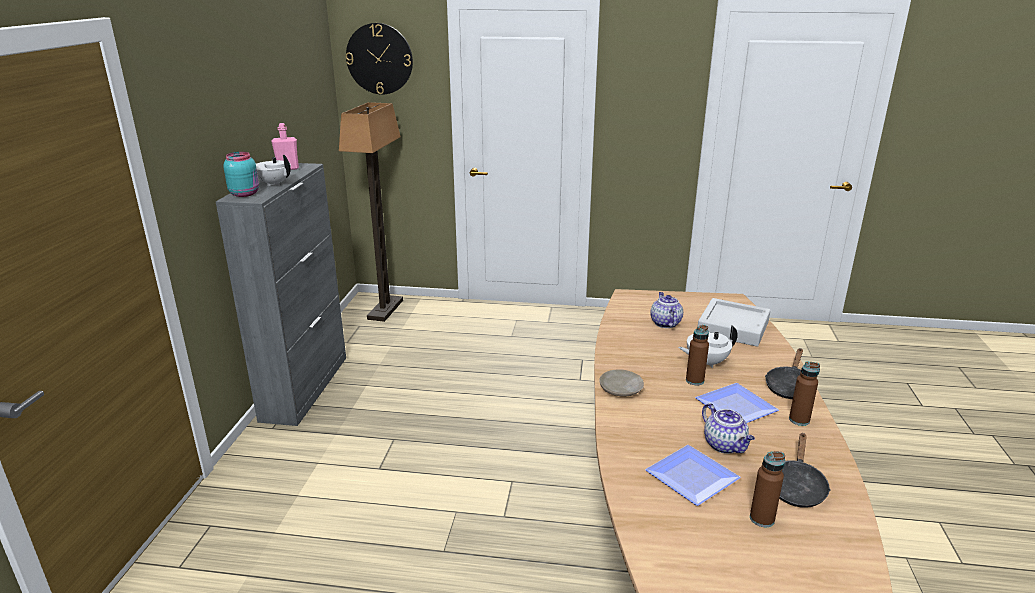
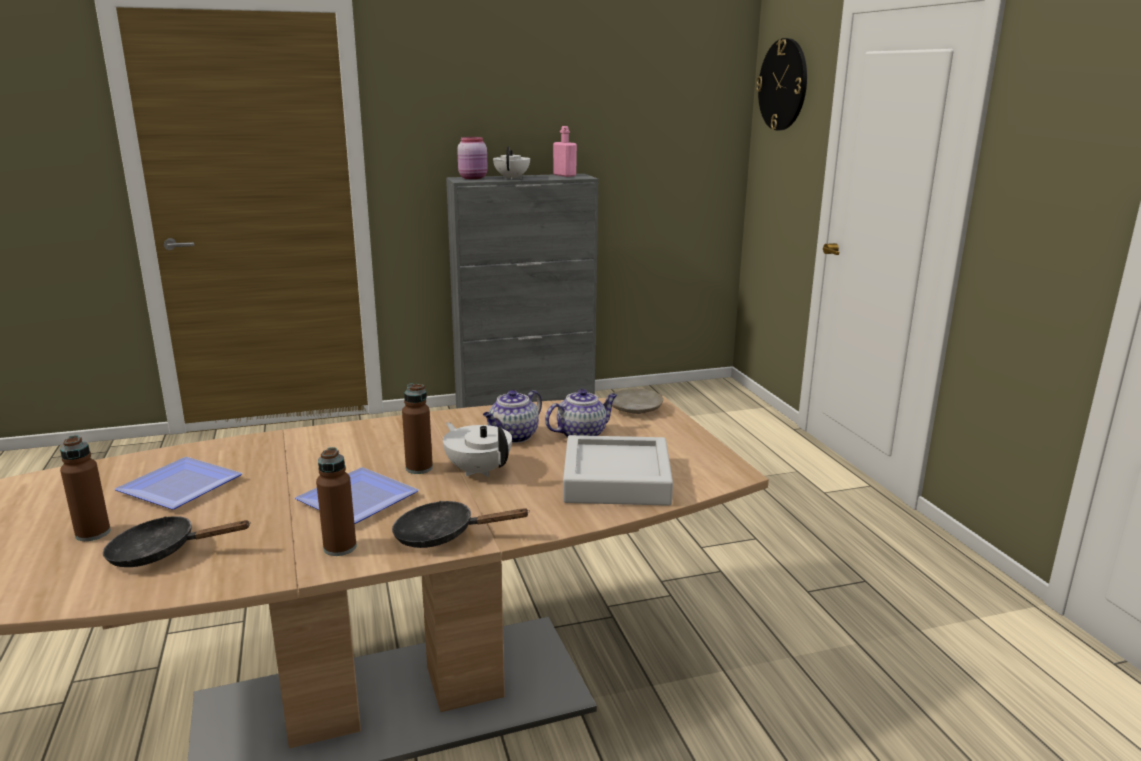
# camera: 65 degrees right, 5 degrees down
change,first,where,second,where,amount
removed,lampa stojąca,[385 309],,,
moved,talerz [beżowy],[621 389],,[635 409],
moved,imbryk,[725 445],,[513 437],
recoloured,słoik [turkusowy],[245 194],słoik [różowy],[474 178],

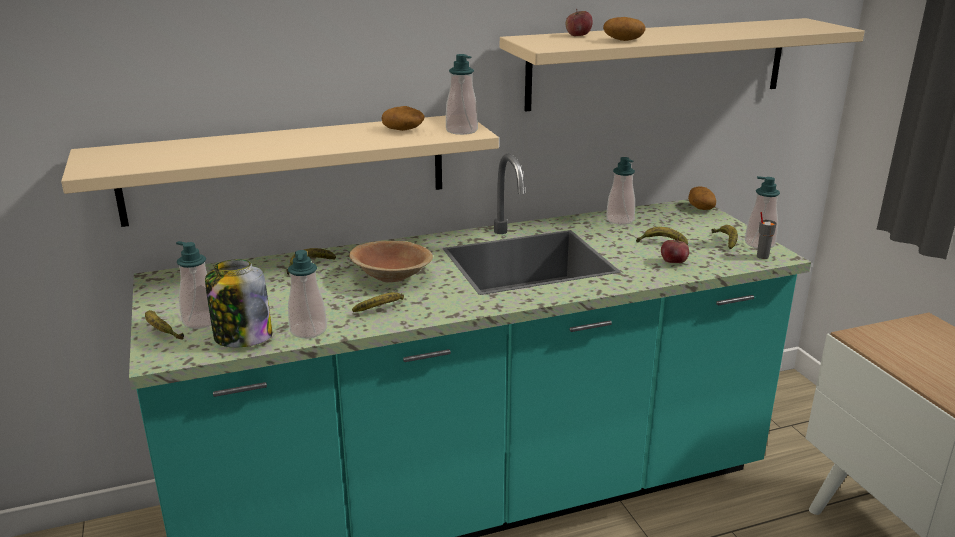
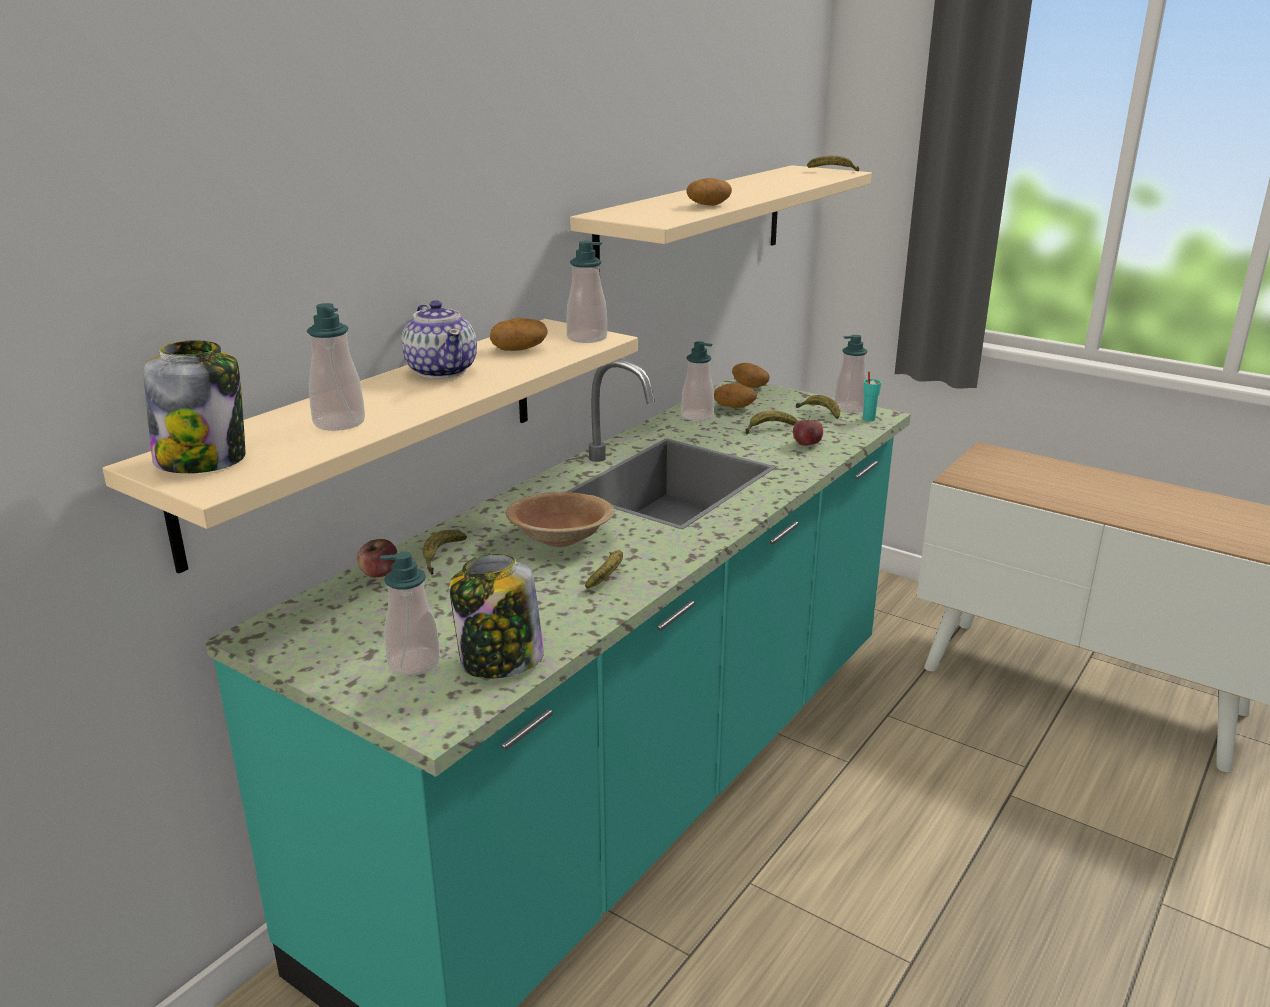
# camera: 35 degrees left, 0 degrees up
change,first,where,second,where,amount
added,,,słoik,[203 460],
added,,,imbryk,[442 370],
added,,,ziemniak,[735 406],
moved,banan,[161 331],,[833 171],
moved,dozownik mydła,[308 330],,[339 423],
moved,jabłko,[578 35],,[379 574],
recoloured,filiżanka [szary],[762 256],filiżanka [turkusowy],[868 419],

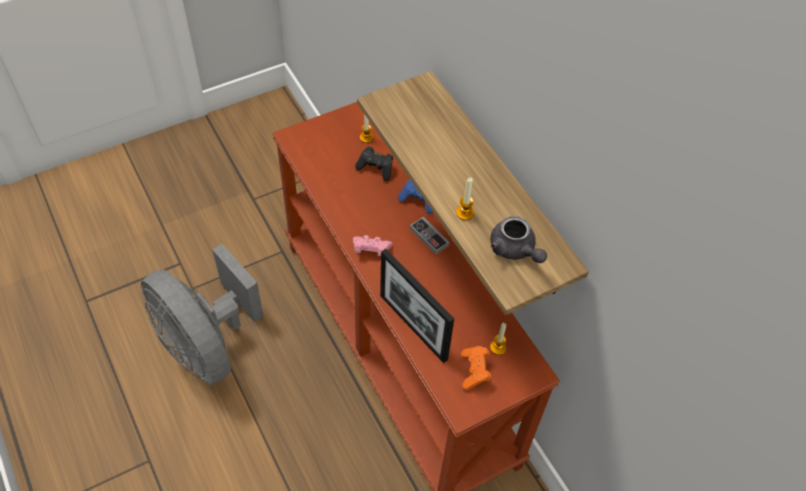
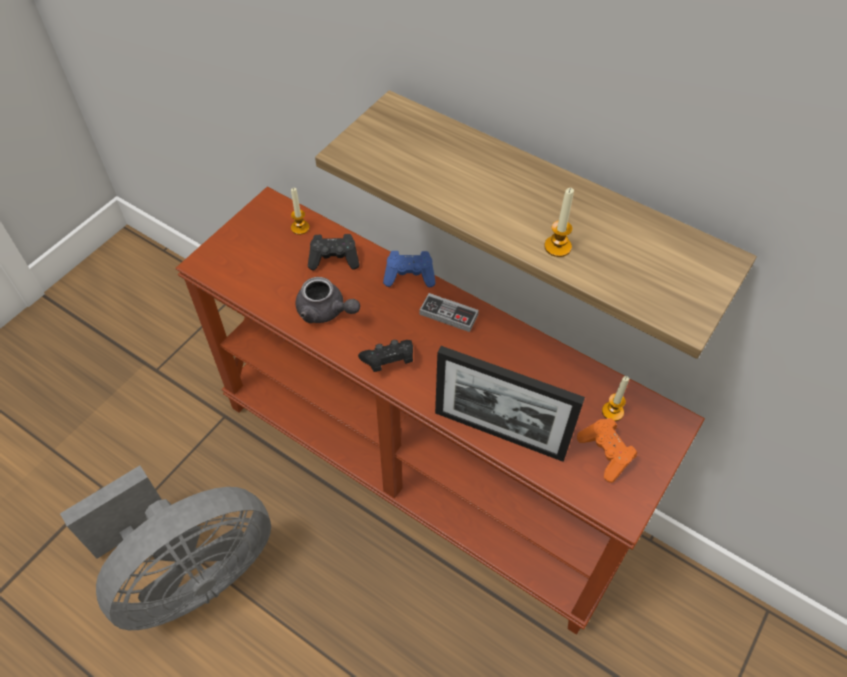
# camera: 25 degrees left, 0 degrees up
change,first,where,second,where,amount
moved,imbryk [szary],[515 250],,[326 311],
recoloured,pad do gier [różowy],[370 250],pad do gier [czarny],[388 361],
turned,wentylator [szary],[207 345],,[190 574],60 degrees counterclockwise

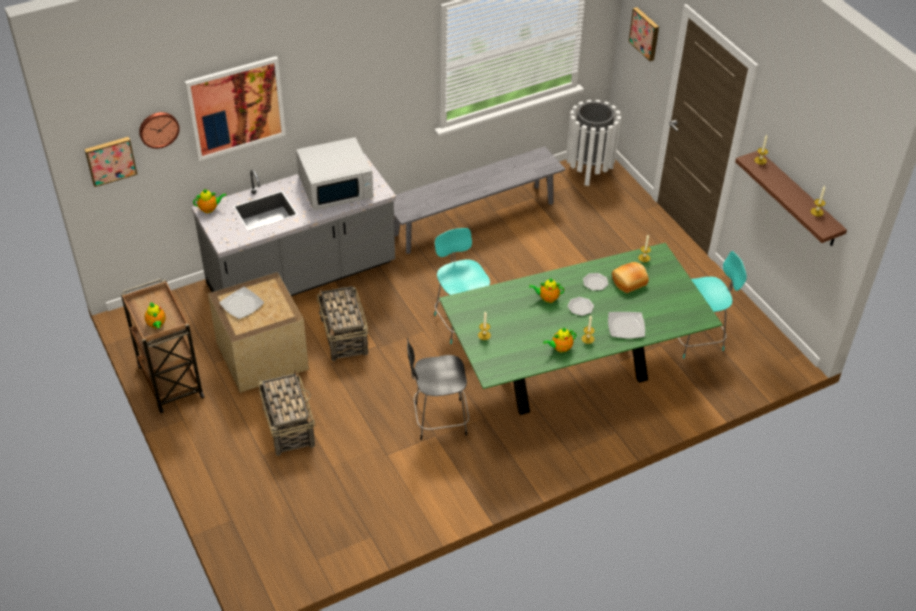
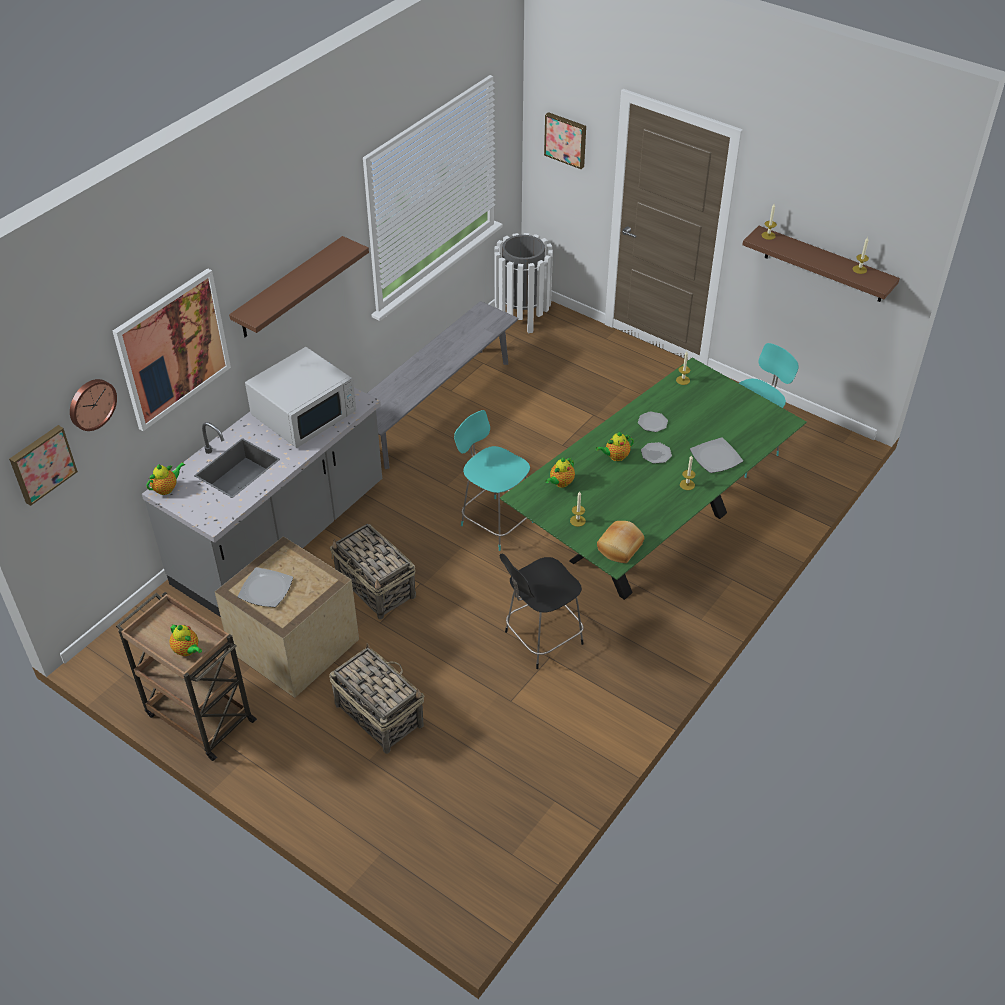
# camera: 25 degrees left, 0 degrees up
change,first,where,second,where,amount
added,,,półka [brązowy],[289 288],
moved,imbryk,[560 348],,[560 483],
moved,chleb,[629 282],,[620 548],

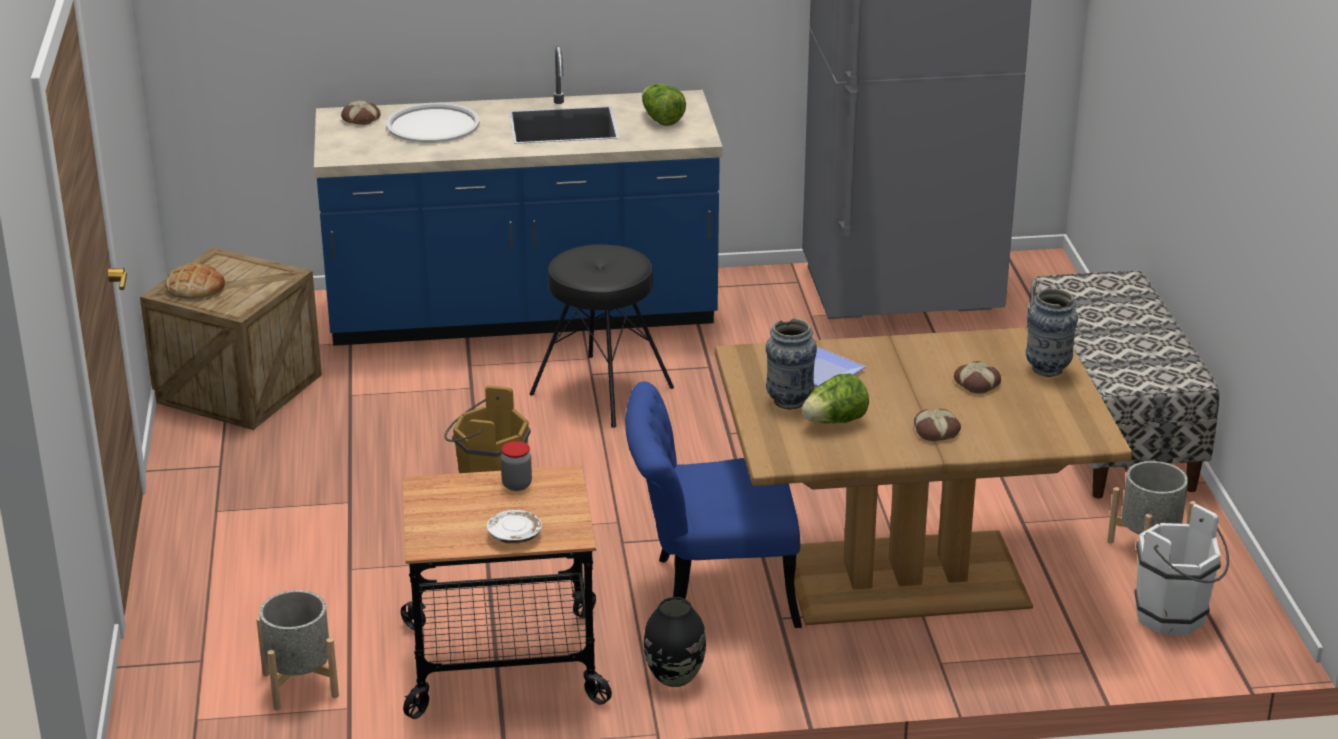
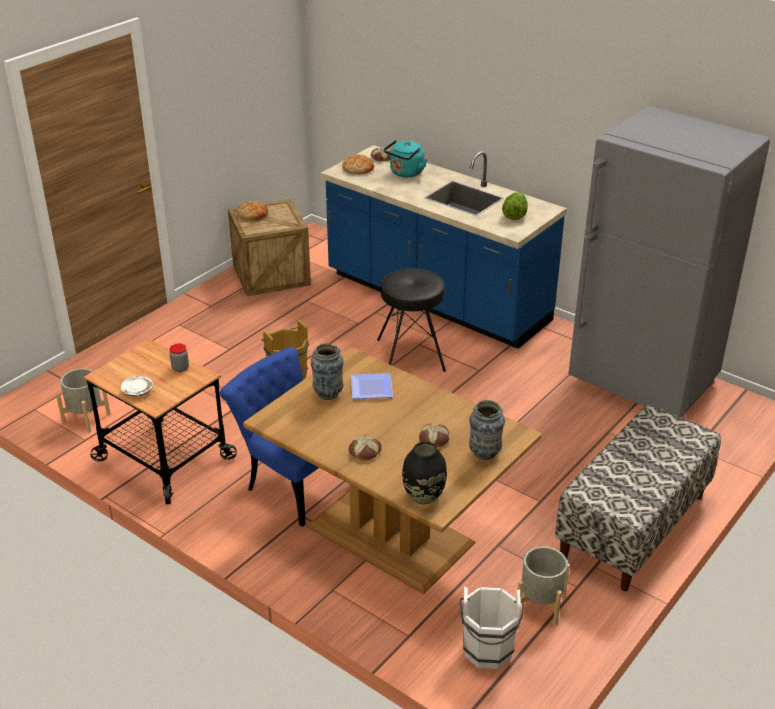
# camera: 45 degrees right, 5 degrees up
change,first,where,second,where,amount
removed,sałata,[835 421],,,
added,,,chleb,[358 168],
moved,wazon [czarny],[674 677],,[423 496],
replaced,taca [biały],[433 125],czajnik [turkusowy],[405 173],

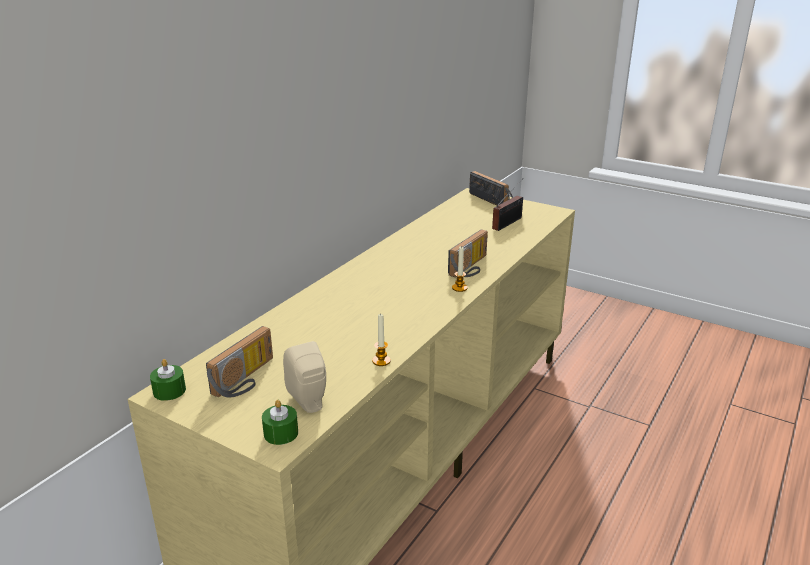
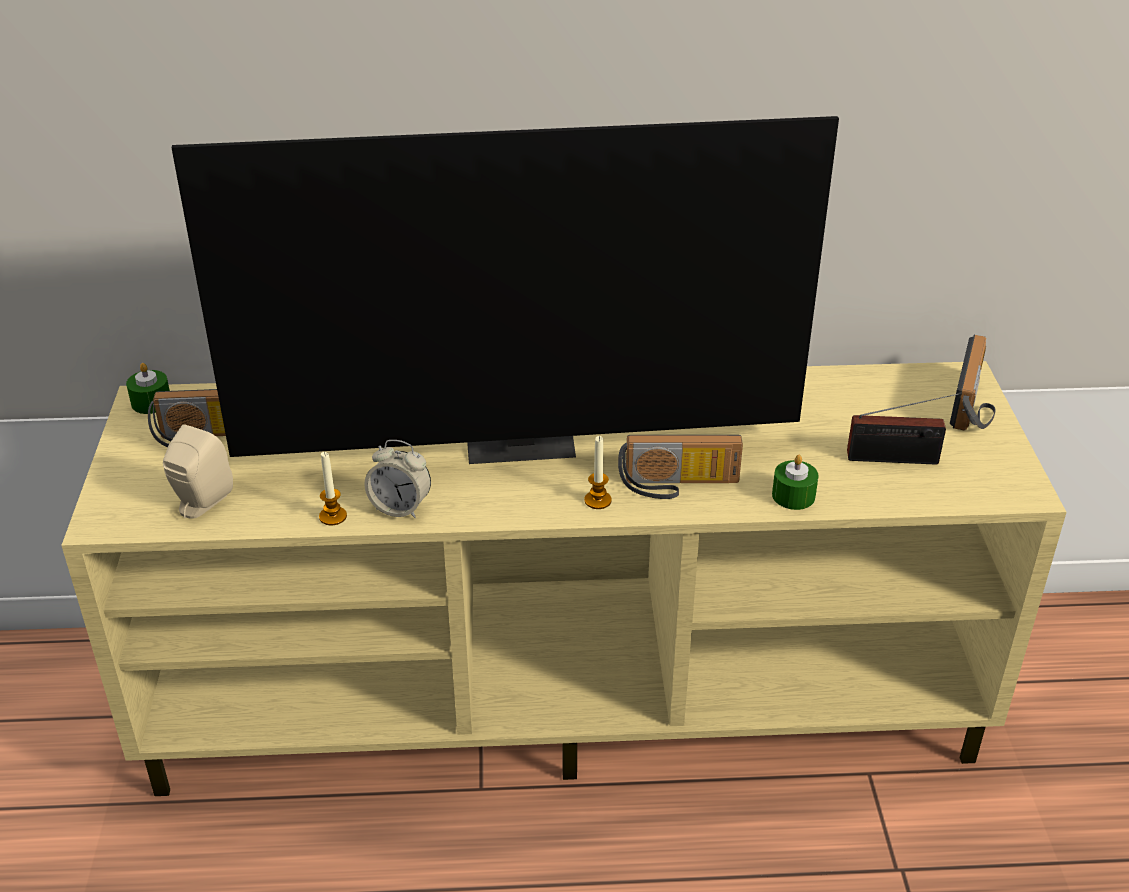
# camera: 55 degrees right, 10 degrees up
change,first,where,second,where,amount
added,,,telewizor,[521 438],
added,,,budzik,[400 507],
moved,świeca [zielony],[281 433],,[793 495],

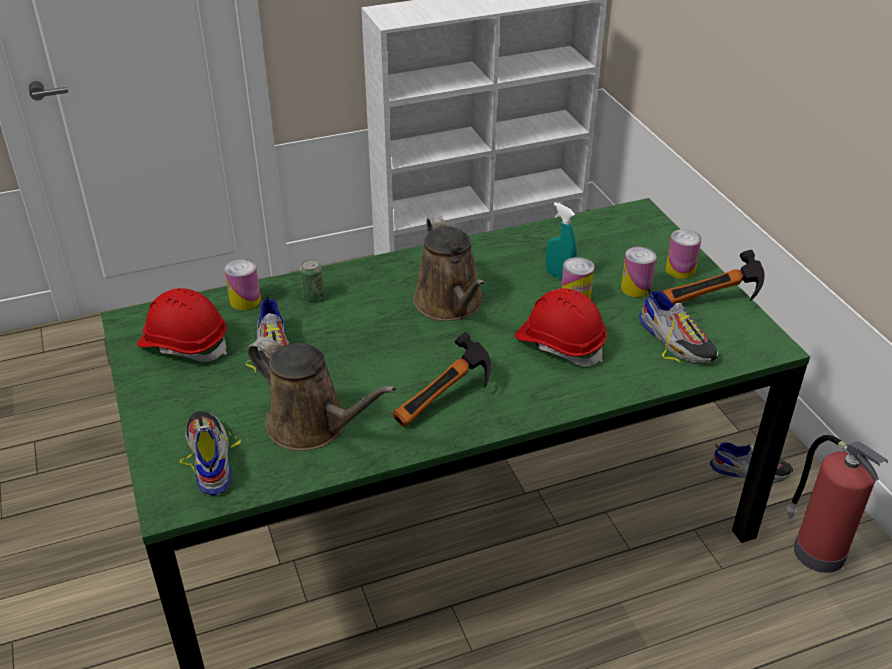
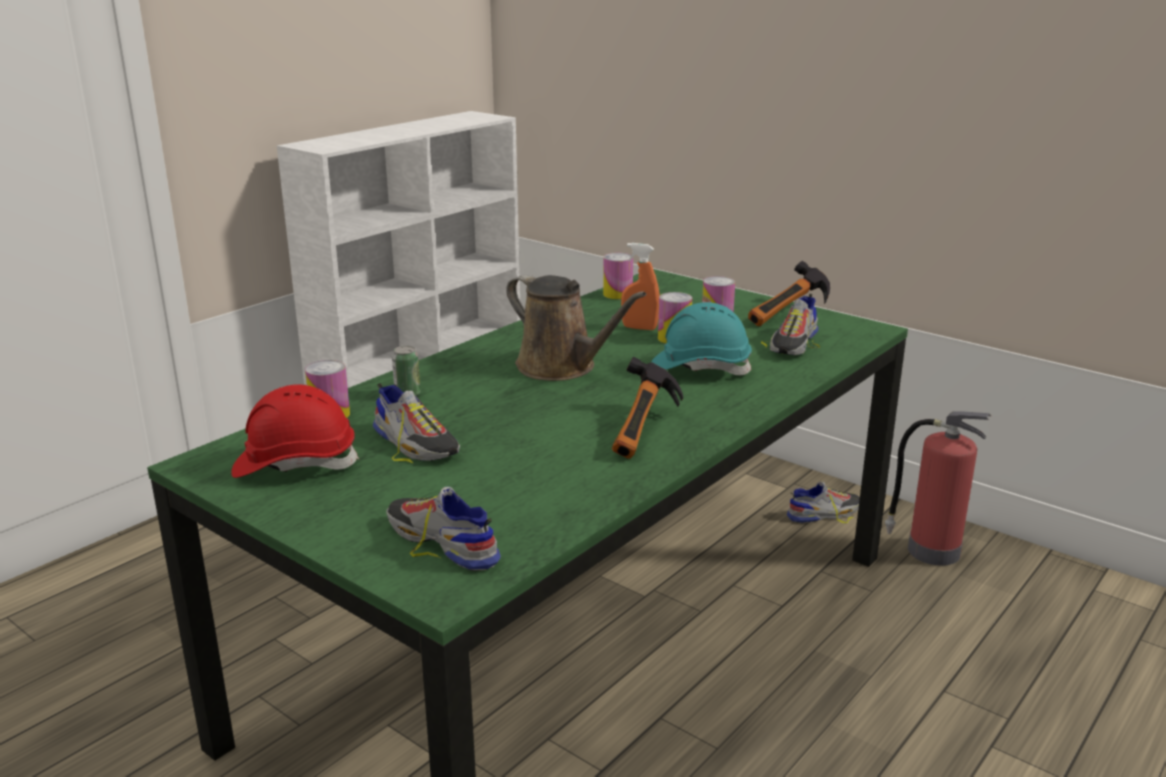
# camera: 30 degrees left, 15 degrees down
change,first,where,second,where,amount
removed,konewka [brązowy],[313 426],,,
moved,puszka,[680 270],,[617 294],
recoloured,kask [czerwony],[560 344],kask [turkusowy],[699 368],
recoloured,spryskiwacz [turkusowy],[559 276],spryskiwacz [pomarańczowy],[639 328],
turned,but,[676 340],,[794 343],90 degrees clockwise

